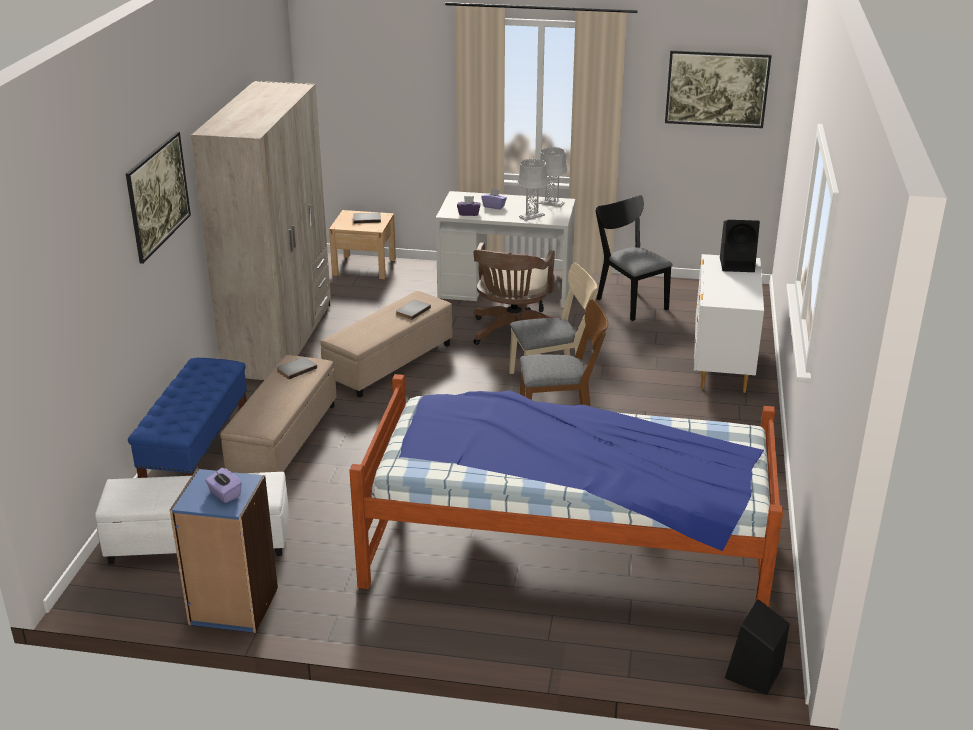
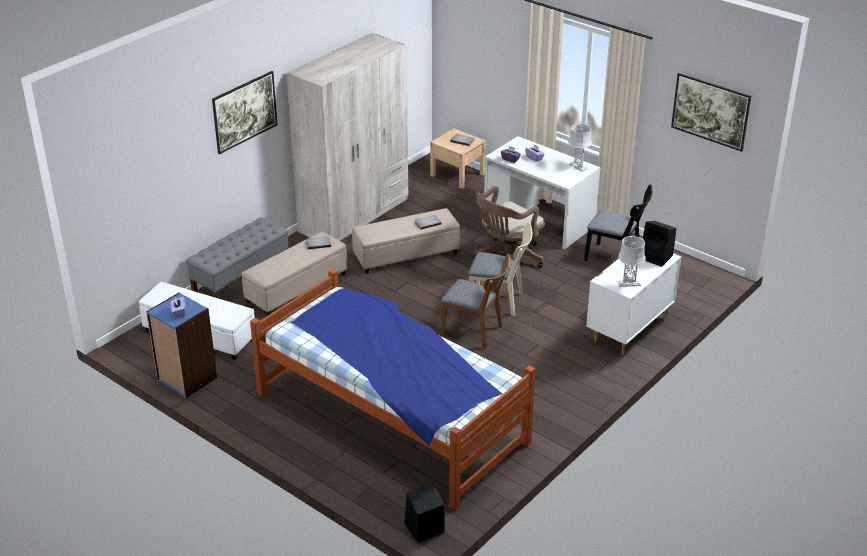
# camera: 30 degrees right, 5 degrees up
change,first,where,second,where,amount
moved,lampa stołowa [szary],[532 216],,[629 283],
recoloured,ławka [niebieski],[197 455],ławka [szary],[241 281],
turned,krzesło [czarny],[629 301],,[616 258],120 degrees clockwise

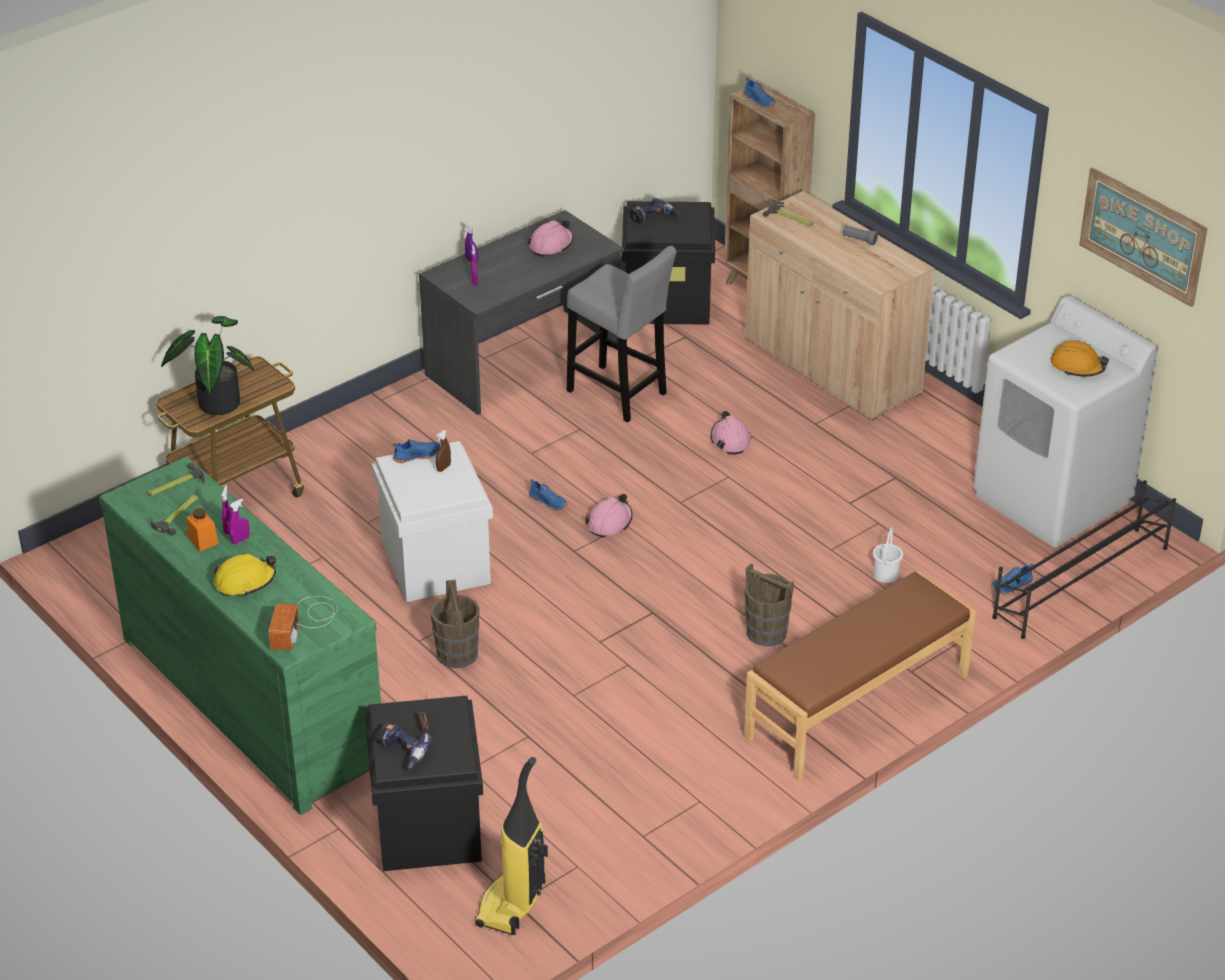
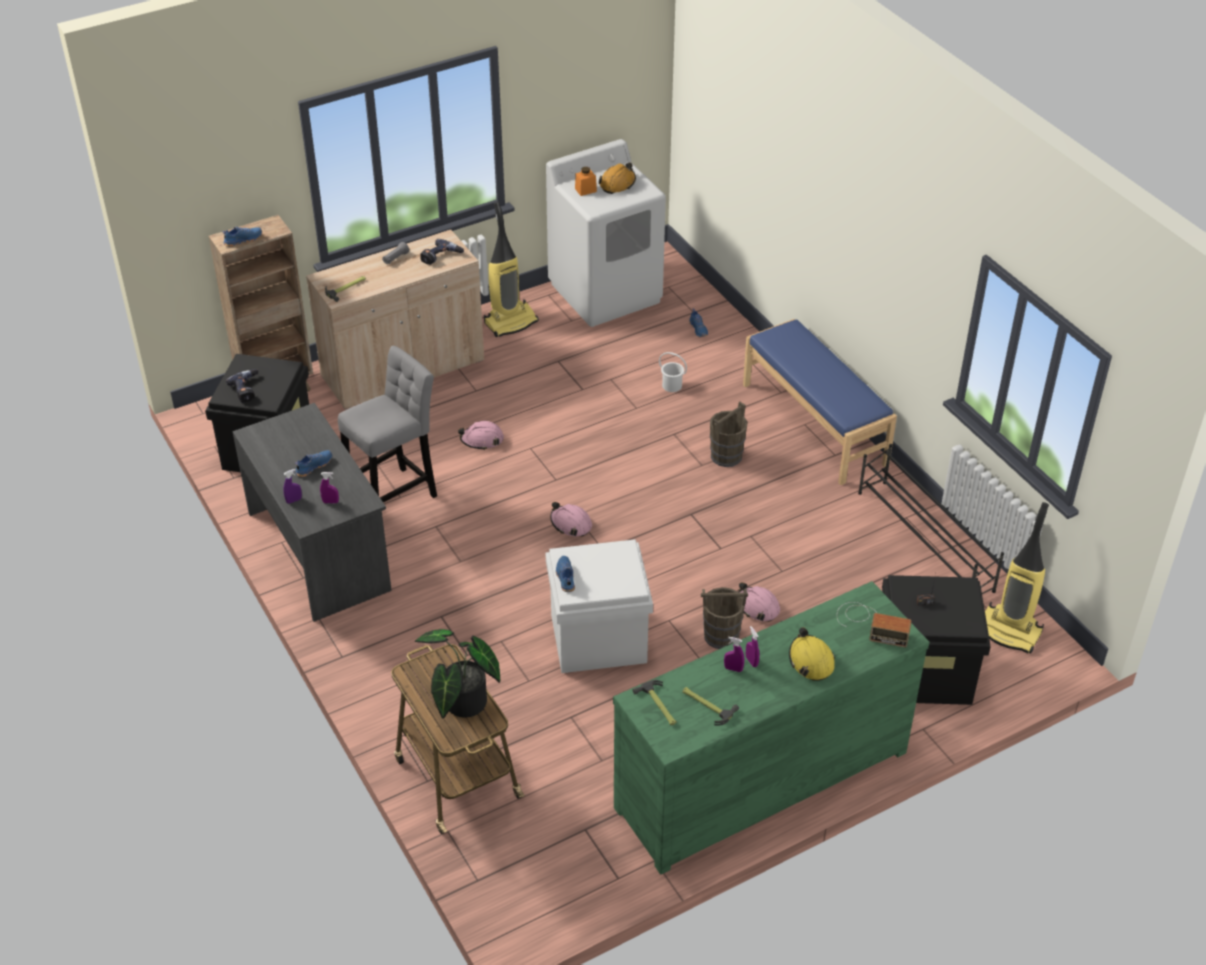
# camera: 80 degrees left, 5 degrees up
change,first,where,second,where,amount
removed,spryskiwacz [brązowy],[443 468],,,
removed,obraz,[1142 236],,,
added,,,odkurzacz,[511 322],
moved,słoik [pomarańczowy],[203 540],,[585 190],
moved,wiertarka,[401 752],,[441 257],
moved,kask [różowy],[551 245],,[757 607],
moved,but [niebieski],[548 502],,[313 466],
moved,regał na buty [czarny],[1080 582],,[925 542],
recoloured,ławka [brązowy],[858 706],ławka [niebieski],[815 423],

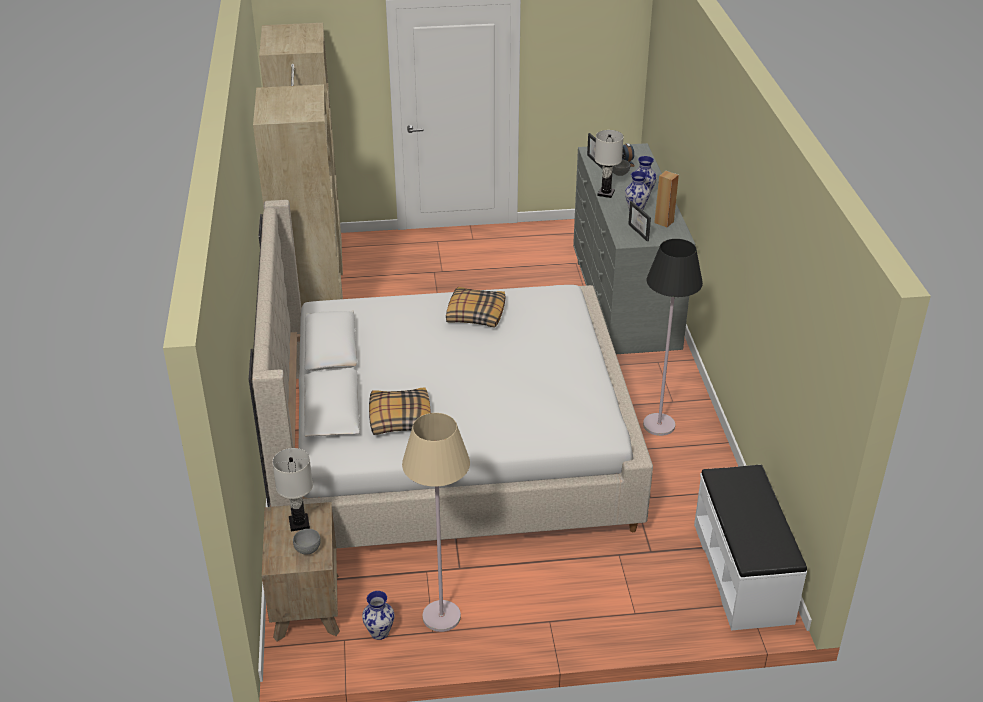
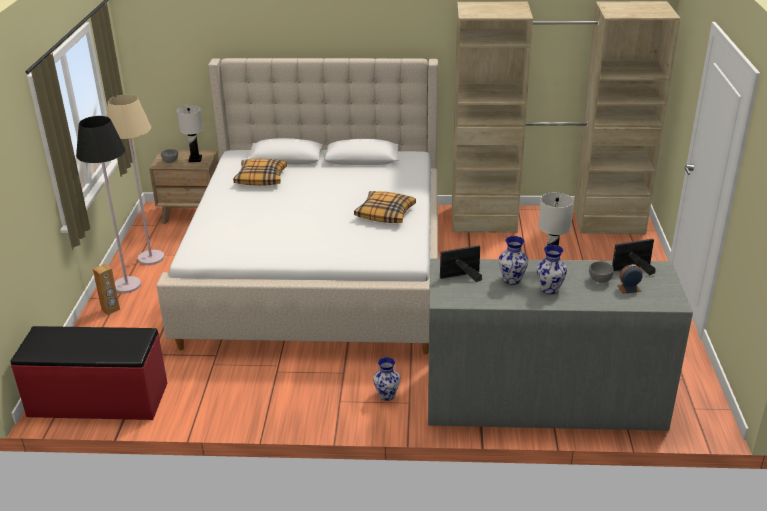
# camera: 100 degrees right, 5 degrees down
change,first,where,second,where,amount
moved,wazon,[380 632],,[387 395],
moved,lampa stojąca [czarny],[659 425],,[127 285],
moved,głośnik [brązowy],[664 222],,[111 310],
recoloured,ławka [biały],[743 572],ławka [czerwony],[98 400],

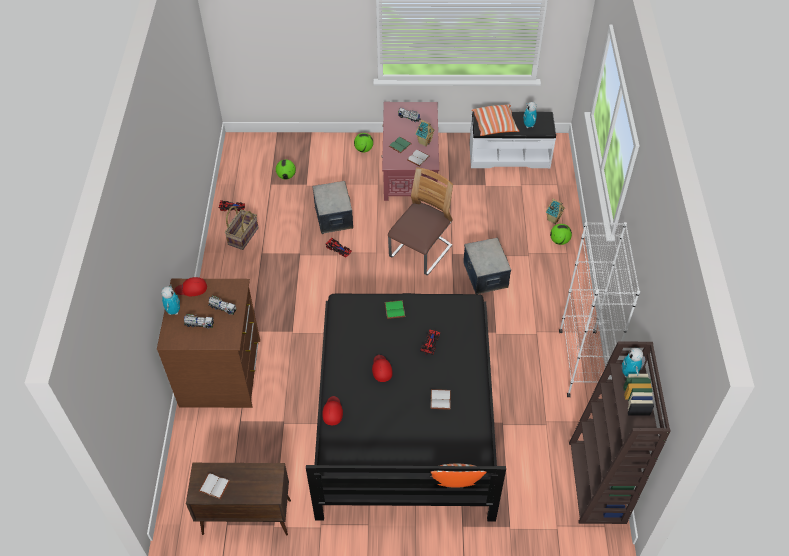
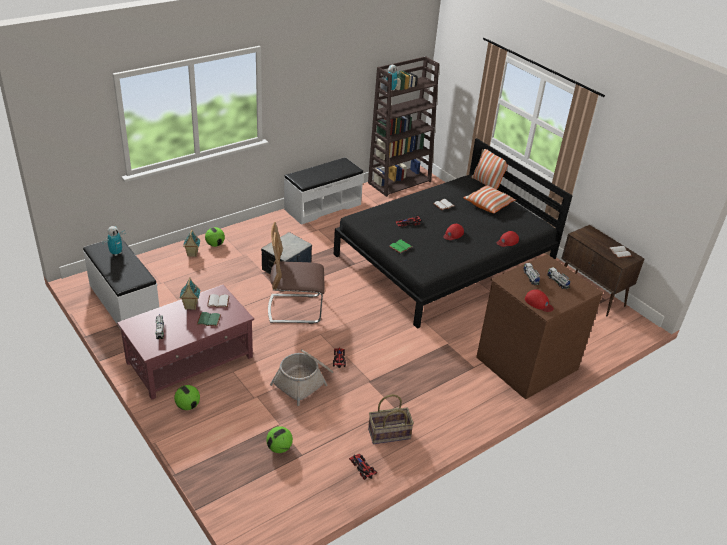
# camera: 130 degrees left, 15 degrees down
change,first,where,second,where,amount
removed,robot zabawkowy,[173 311],,,
moved,poduszka,[495 126],,[488 205],
replaced,pojemnik do przechowywania,[333 216],koszyk,[304 381],
replaced,regał [biały],[581 362],ławka [biały],[322 206],

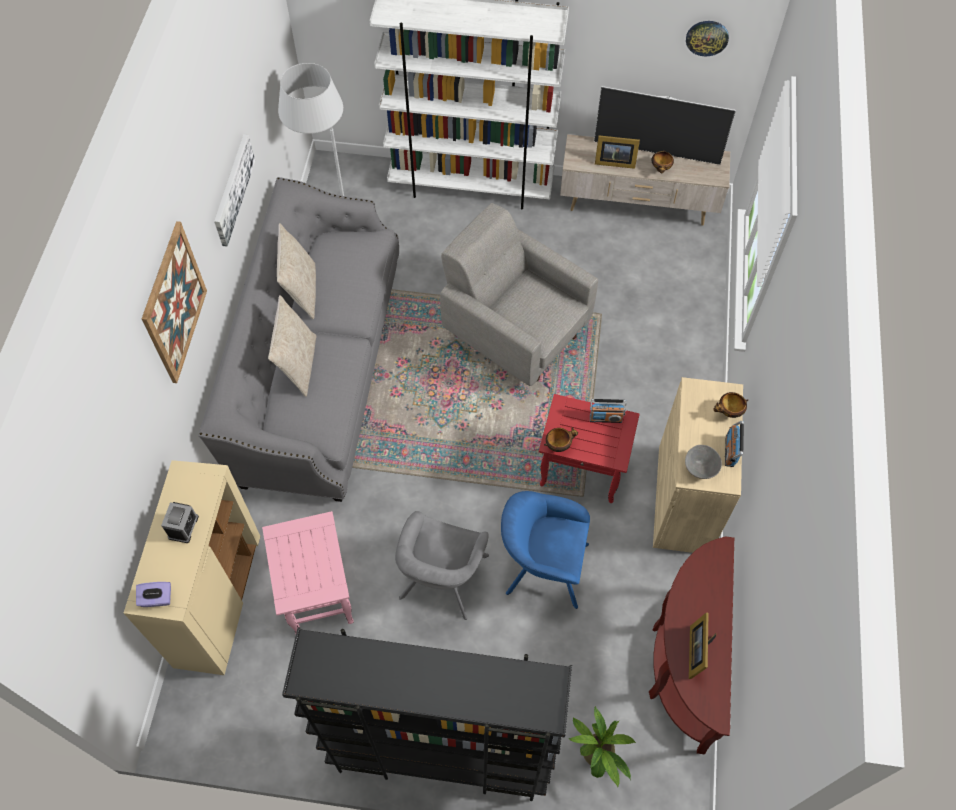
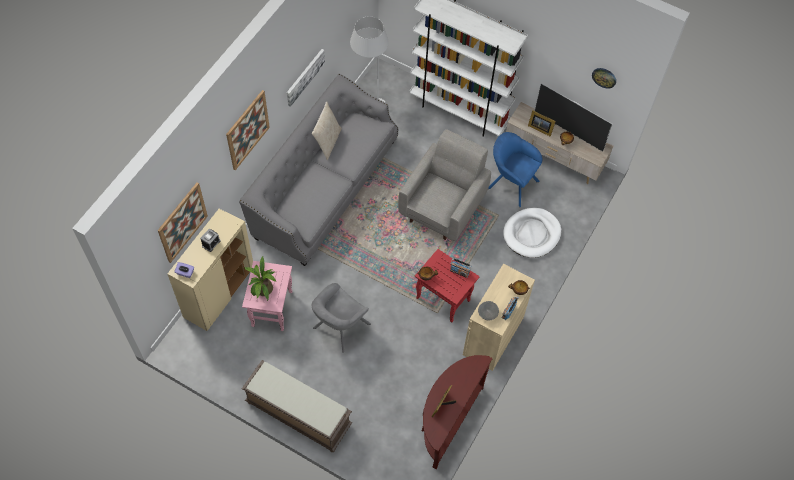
# camera: 20 degrees right, 0 degrees up
change,first,where,second,where,amount
removed,poduszka [beżowy],[298 364],,,
added,,,obraz,[182 222],
added,,,legowisko [biały],[531 234],
moved,fotel [niebieski],[542 567],,[511 183],
moved,roślina doniczkowa,[598 756],,[263 291],
replaced,regał [czarny],[439 756],ławka [brązowy],[297 414],
turned,fotel [szary],[514 331],,[443 207],60 degrees clockwise

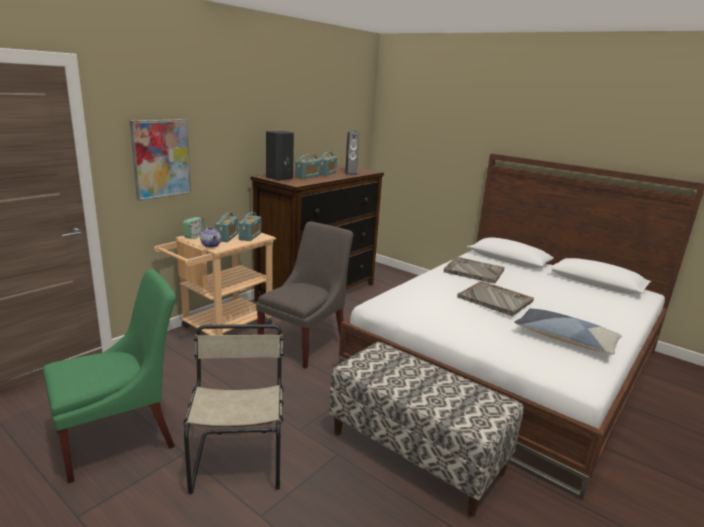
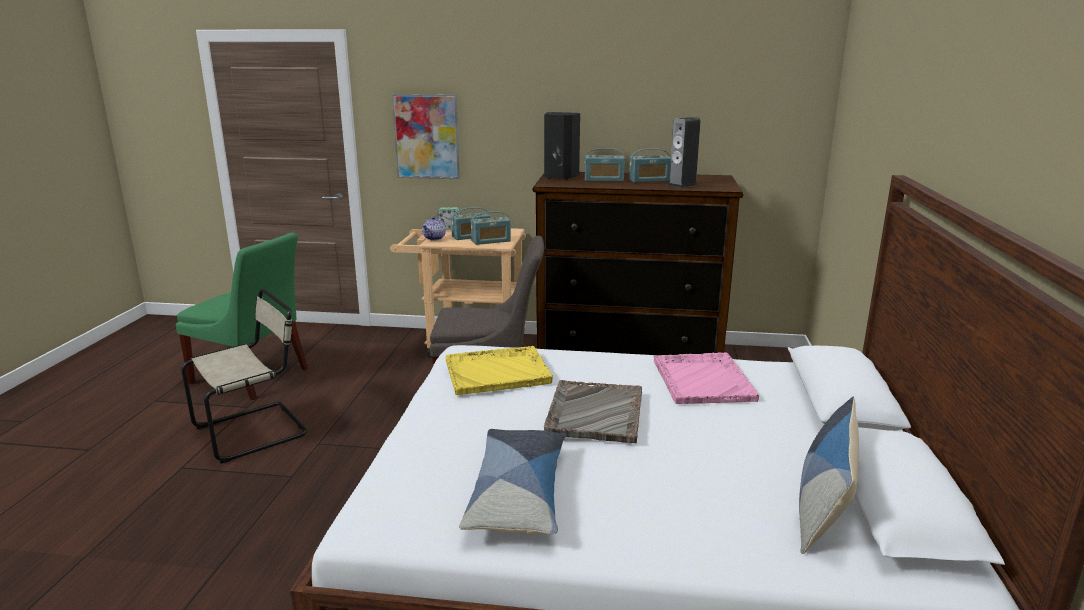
# camera: 60 degrees right, 0 degrees up
change,first,where,second,where,amount
removed,ławka,[416 452],,,
added,,,taca [żółty],[498 372],
added,,,poduszka,[824 504],
recoloured,taca [szary],[473 271],taca [różowy],[702 380],

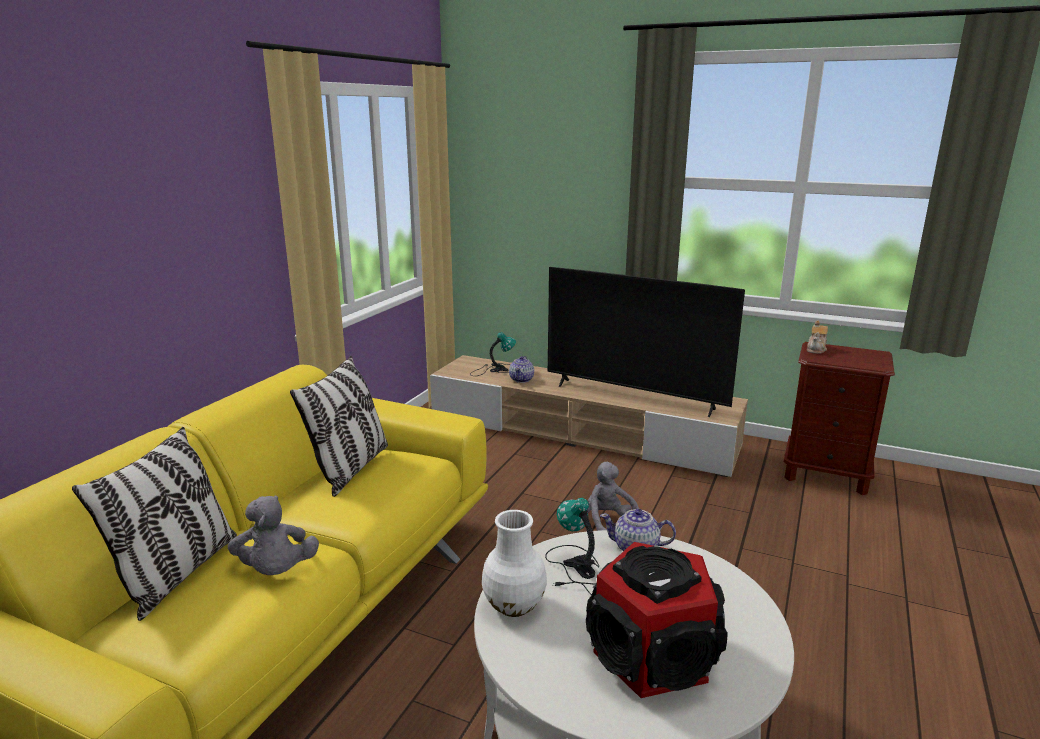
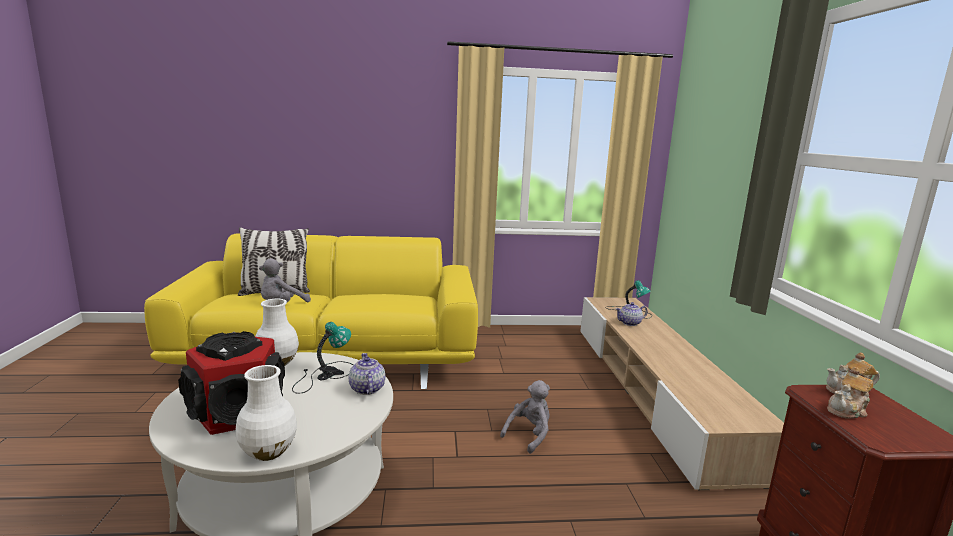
# camera: 60 degrees right, 5 degrees down
change,first,where,second,where,amount
removed,poduszka,[350 469],,,
removed,telewizor,[634 397],,,
added,,,wazon [biały],[267 452],
added,,,imbryk,[847 410],

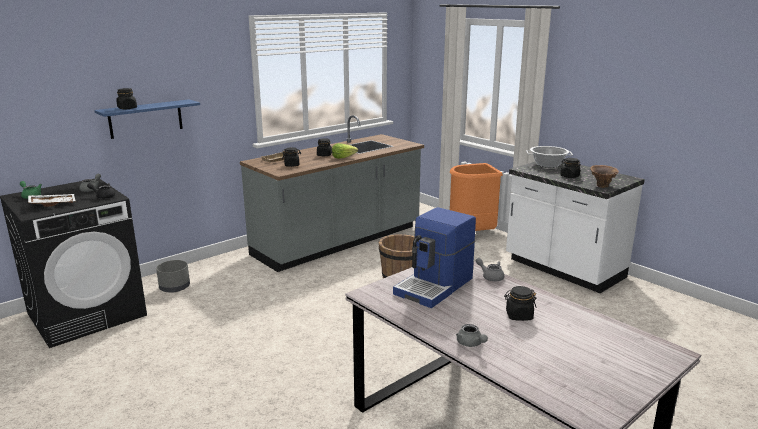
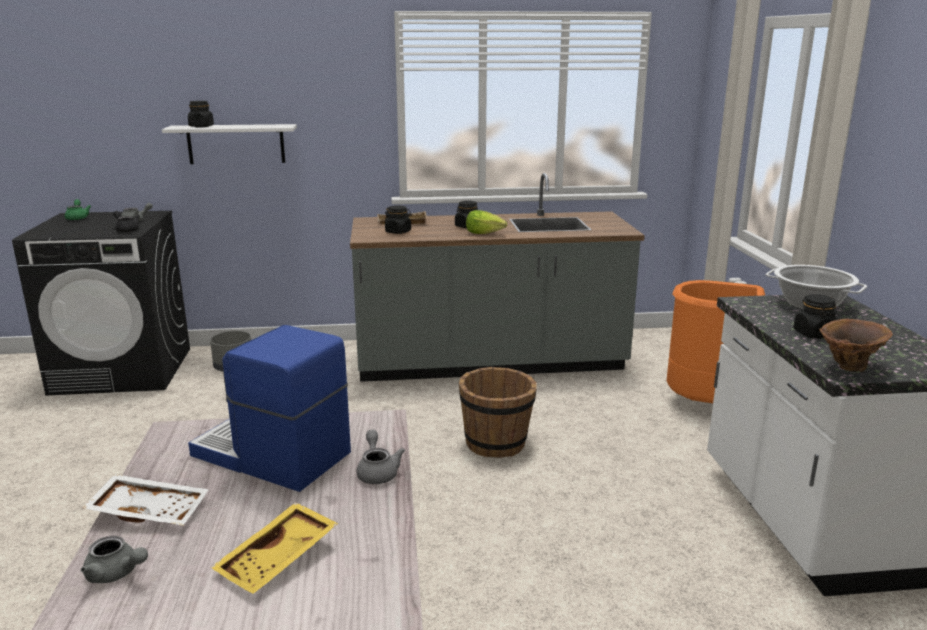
# camera: 35 degrees right, 0 degrees up
change,first,where,second,where,amount
moved,taca [biały],[53 204],,[151 510],
replaced,słoik [czarny],[519 315],taca [żółty],[279 560],
recoloured,półka [niebieski],[146 119],półka [biały],[236 144],
turned,ekspres do kawy,[435 286],,[271 456],45 degrees clockwise
turned,imbryk [szary],[471 344],,[116 574],75 degrees counterclockwise

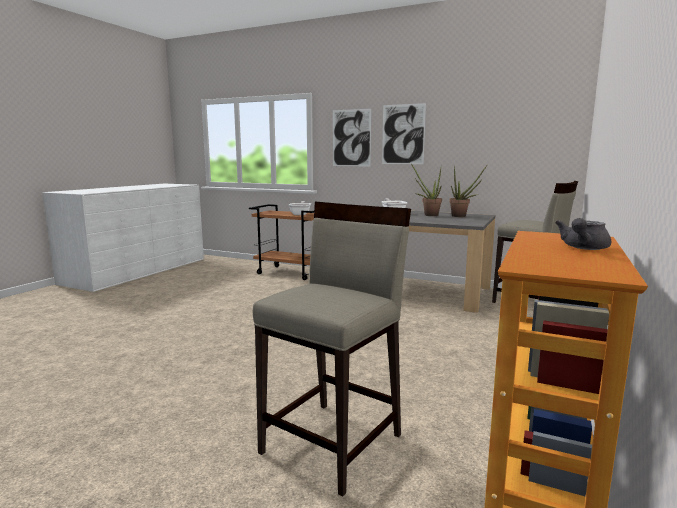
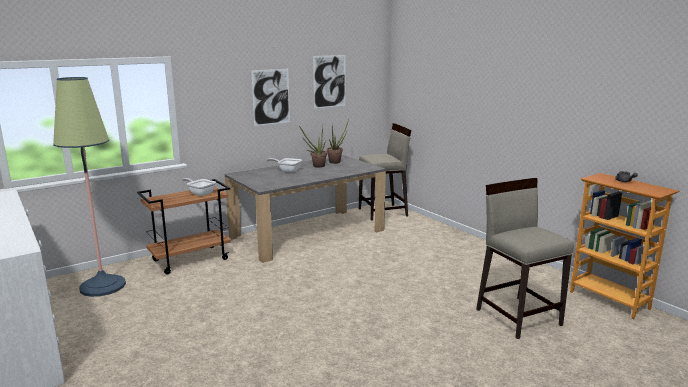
# camera: 60 degrees left, 5 degrees up
change,first,where,second,where,amount
added,,,lampa stojąca,[103 286],
moved,obraz,[351 138],,[329 81],

